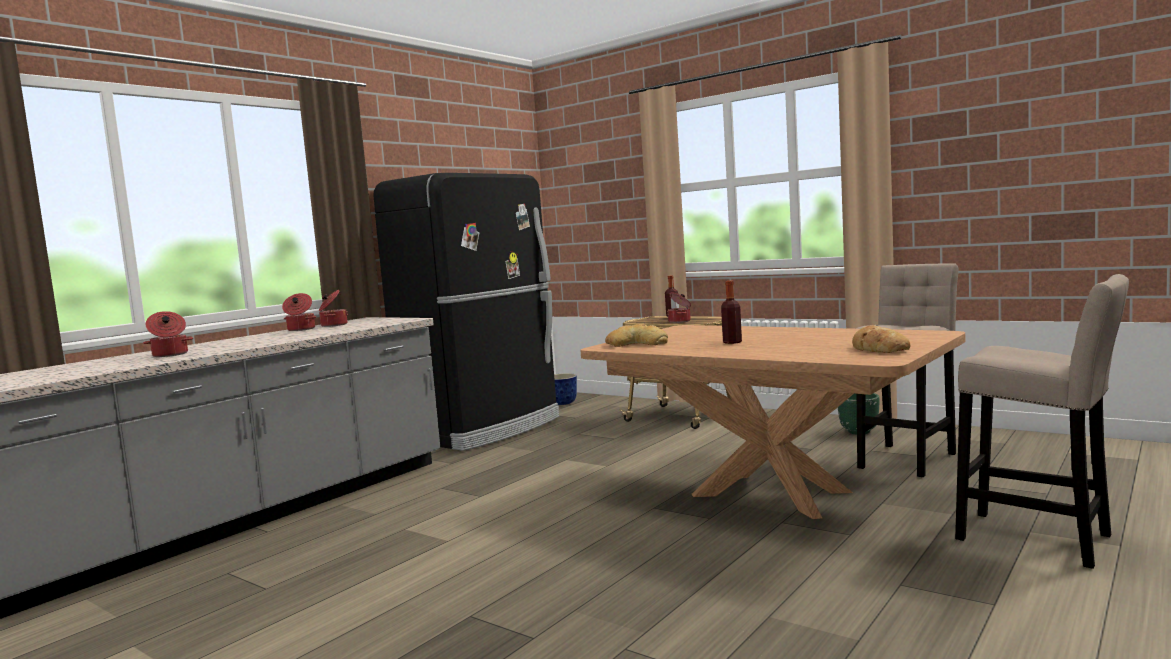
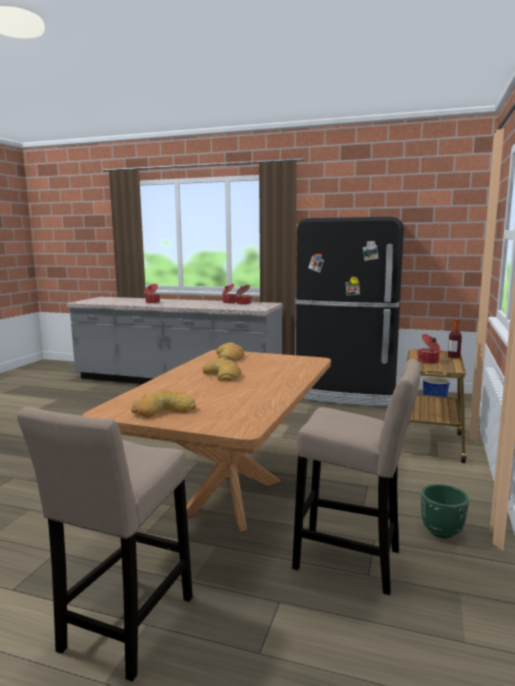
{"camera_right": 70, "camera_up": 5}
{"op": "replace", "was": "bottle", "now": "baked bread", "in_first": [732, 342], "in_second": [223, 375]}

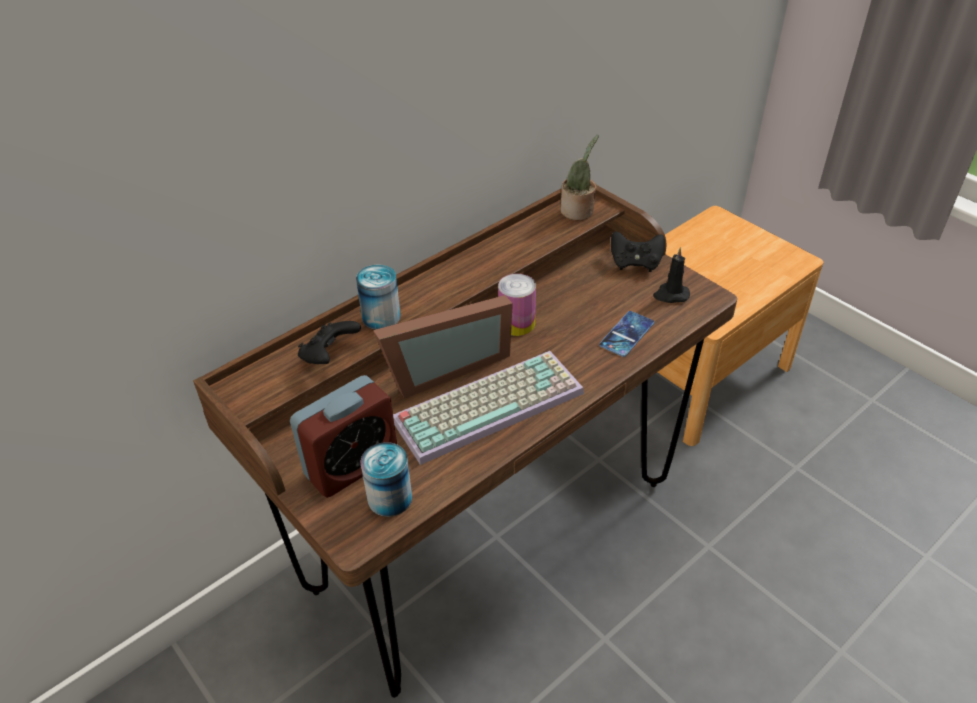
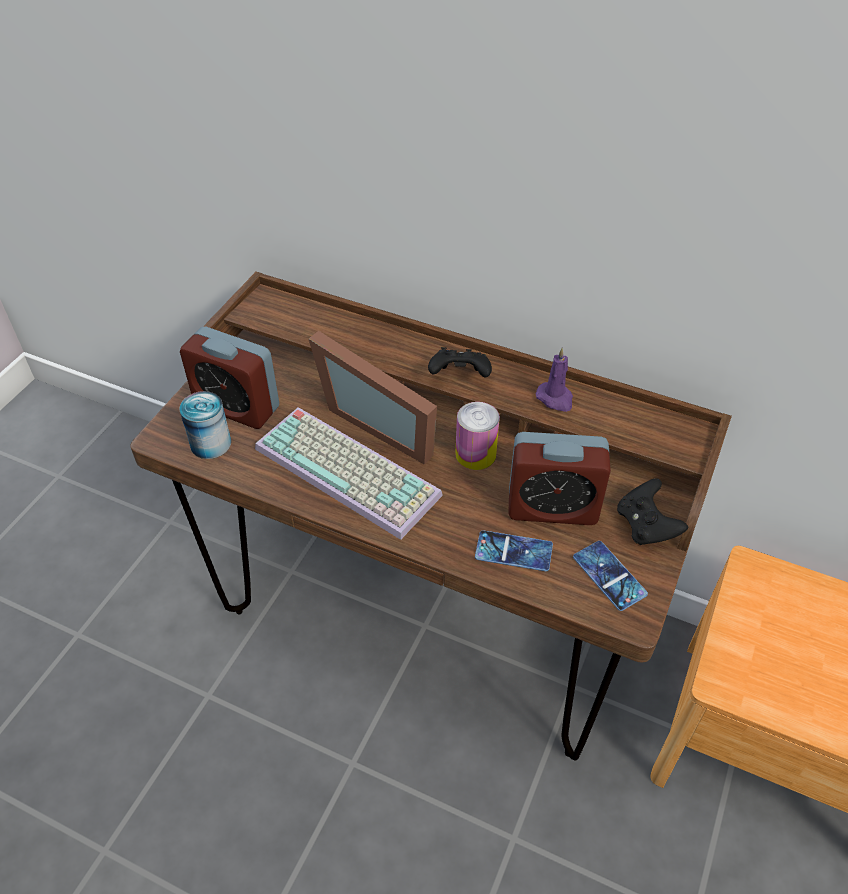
{"camera_right": 65, "camera_up": 5}
{"op": "move", "was": "gamepad (black)", "in_first": [329, 356], "in_second": [459, 377]}
{"op": "delete", "was": "can", "in_first": [381, 317]}
{"op": "delete", "was": "houseplant", "in_first": [578, 212]}
{"op": "replace", "was": "wax candle (black)", "now": "telephone", "in_first": [670, 295], "in_second": [609, 575]}
{"op": "insert", "now": "alarm clock", "in_second": [552, 507]}
{"op": "insert", "now": "wax candle (purplish)", "in_second": [555, 398]}

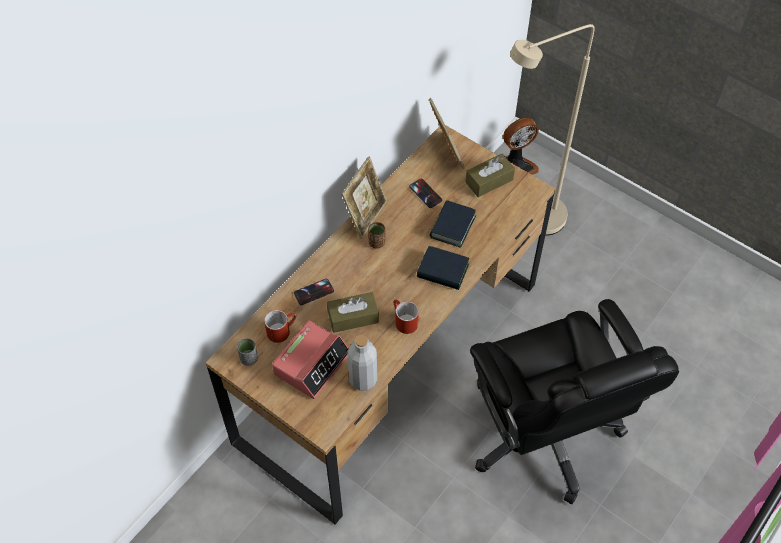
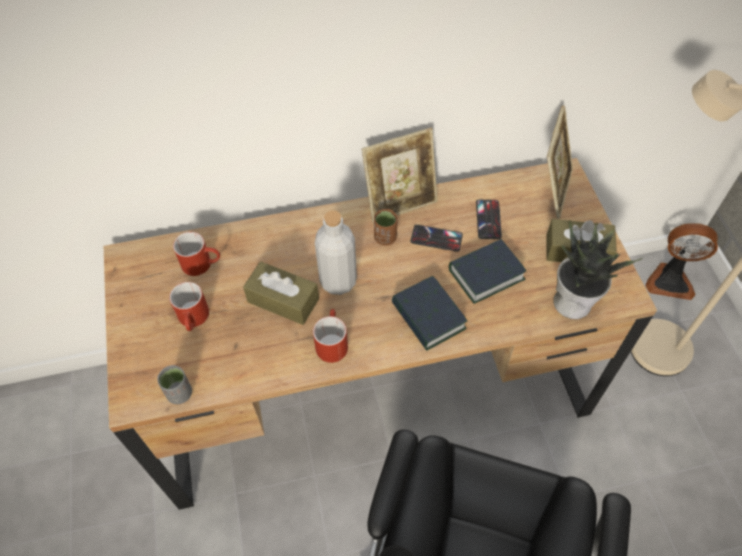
{"camera_right": 40, "camera_up": 0}
{"op": "move", "was": "cup (greyish)", "in_first": [249, 358], "in_second": [180, 393]}
{"op": "replace", "was": "alarm clock", "now": "coffee mug (red)", "in_first": [312, 363], "in_second": [194, 319]}
{"op": "move", "was": "telephone", "in_first": [314, 292], "in_second": [436, 238]}
{"op": "move", "was": "bottle (greyish)", "in_first": [363, 379], "in_second": [338, 281]}
{"op": "insert", "now": "houseplant", "in_second": [573, 301]}

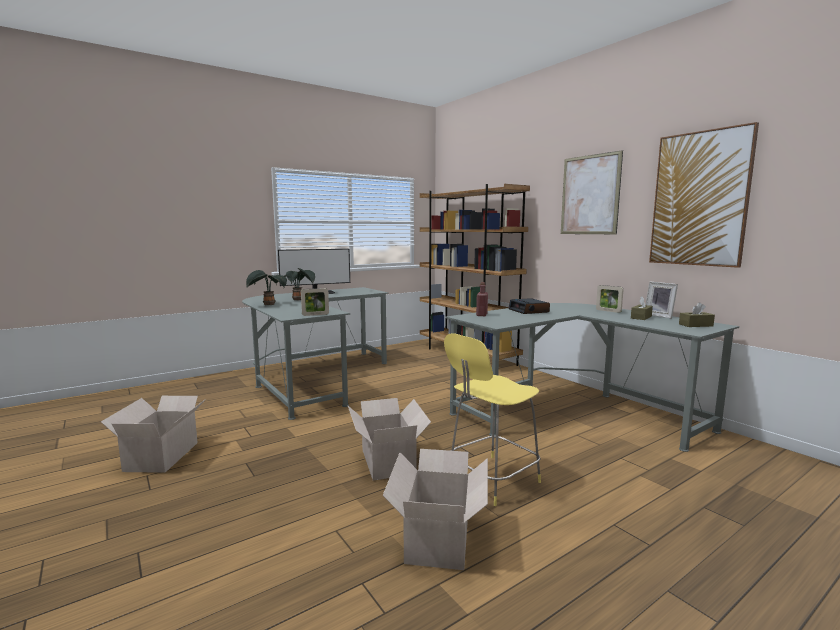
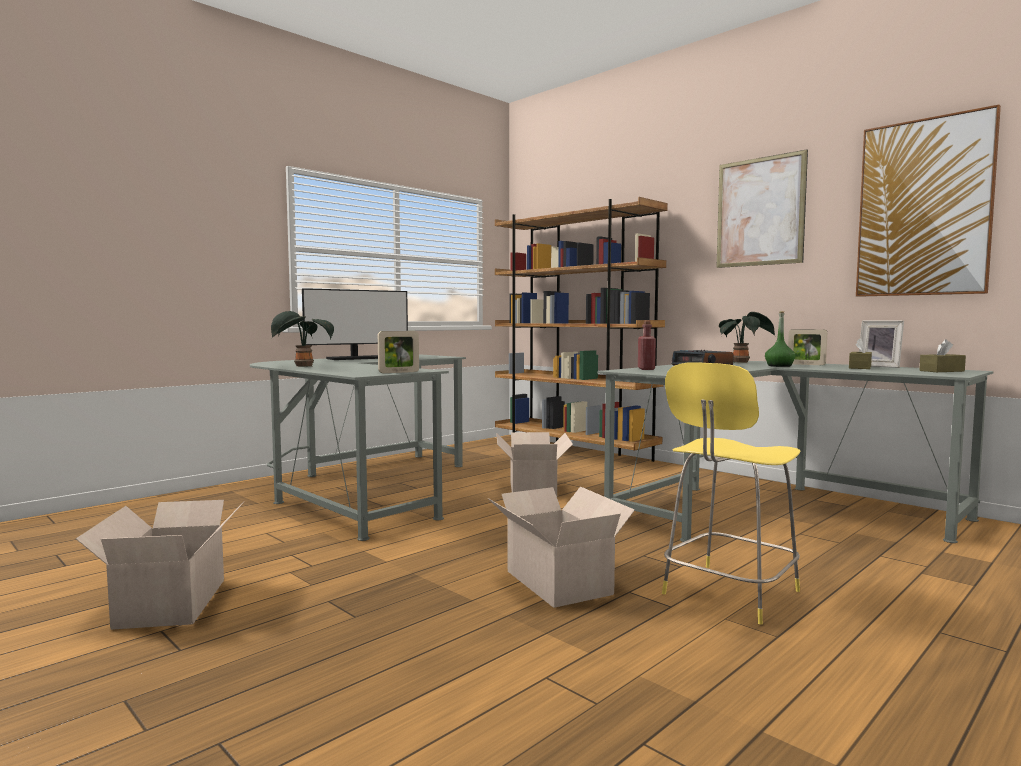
{"camera_right": -10, "camera_up": -5}
{"op": "move", "was": "houseplant", "in_first": [299, 300], "in_second": [742, 363]}
{"op": "move", "was": "carton", "in_first": [439, 536], "in_second": [533, 489]}
{"op": "insert", "now": "bottle (green)", "in_second": [779, 366]}

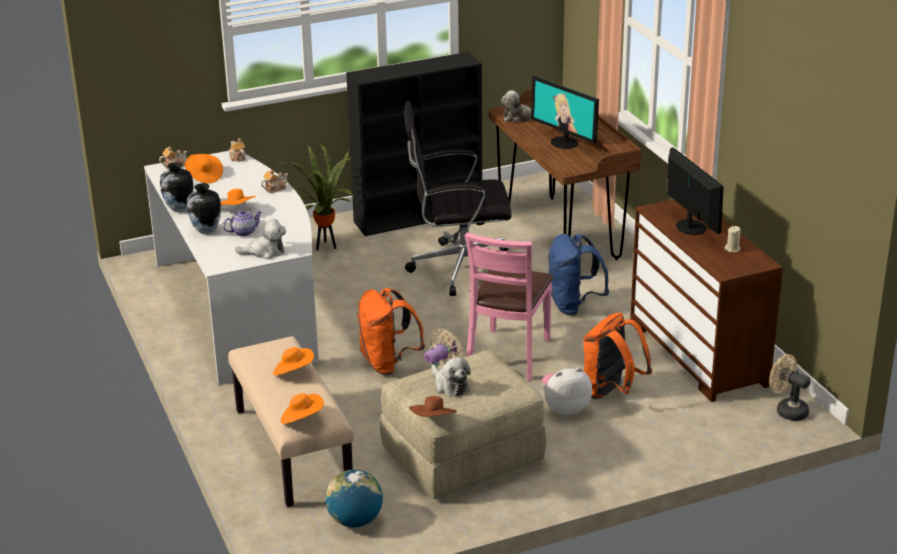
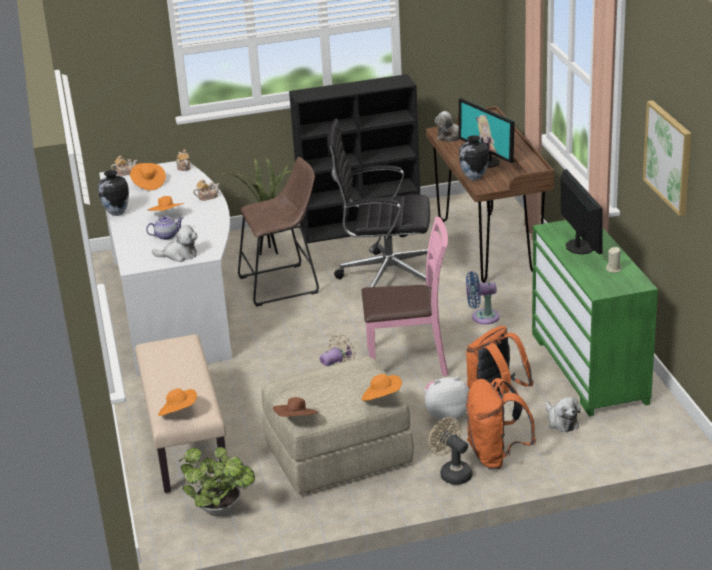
{"camera_right": 10, "camera_up": 0}
{"op": "move", "was": "decorative vase", "in_first": [206, 231], "in_second": [473, 178]}
{"op": "move", "was": "clothing hat (orangey)", "in_first": [293, 372], "in_second": [381, 398]}
{"op": "replace", "was": "globe", "now": "houseplant", "in_first": [355, 521], "in_second": [222, 510]}
{"op": "move", "was": "rucksack (orangey)", "in_first": [388, 364], "in_second": [496, 456]}
{"op": "move", "was": "plush toy", "in_first": [450, 385], "in_second": [561, 421]}
{"op": "rotate", "was": "plain chair (pink)", "in_first": [509, 355], "in_second": [408, 361], "clockwise": -120}
{"op": "replace", "was": "rucksack (bluish)", "now": "fan (bluish)", "in_first": [573, 306], "in_second": [482, 317]}
{"op": "recolor", "was": "drawer chest (brownish)", "now": "drawer chest (green)", "in_first": [698, 353], "in_second": [590, 368]}
{"op": "move", "was": "fan (beige-coloured)", "in_first": [787, 410], "in_second": [452, 473]}
{"op": "insert", "now": "stool seat (brownish)", "in_second": [283, 284]}
{"op": "insert", "now": "picture", "in_second": [669, 157]}

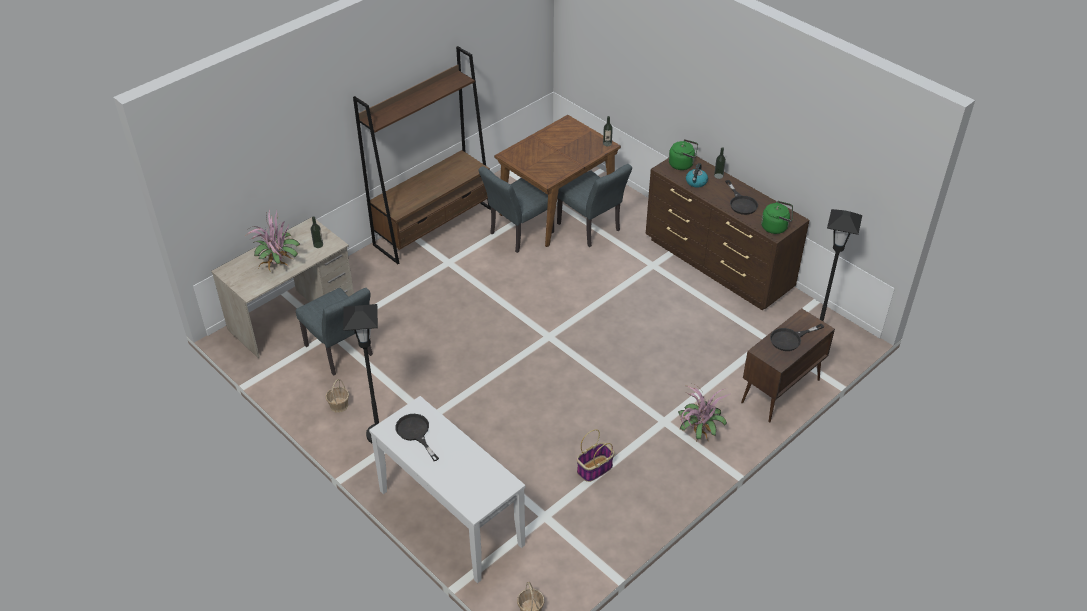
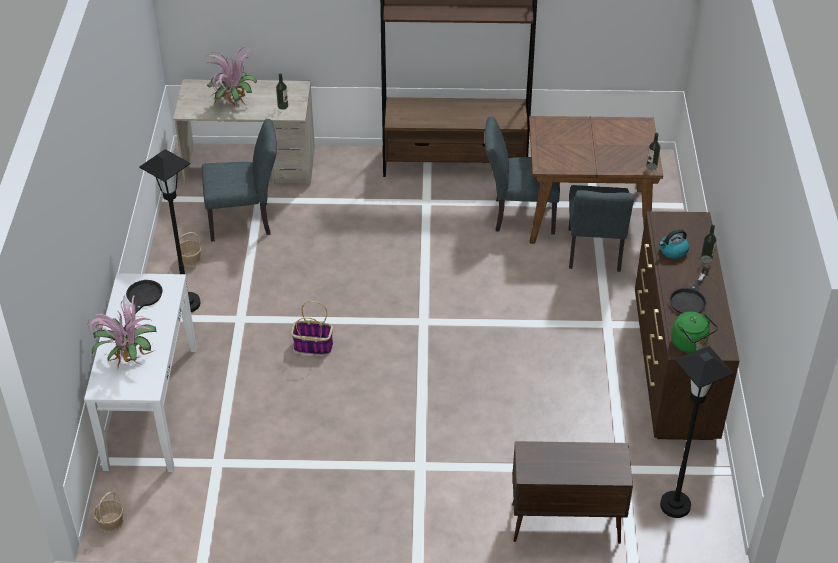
{"camera_right": 45, "camera_up": 0}
{"op": "rotate", "was": "plain chair (greyish)", "in_first": [341, 353], "in_second": [245, 221], "clockwise": -105}
{"op": "move", "was": "basket", "in_first": [594, 469], "in_second": [312, 346]}
{"op": "delete", "was": "water kettle (green)", "in_first": [682, 164]}
{"op": "move", "was": "houseplant", "in_first": [698, 433], "in_second": [127, 359]}
{"op": "delete", "was": "skillet (black)", "in_first": [790, 339]}

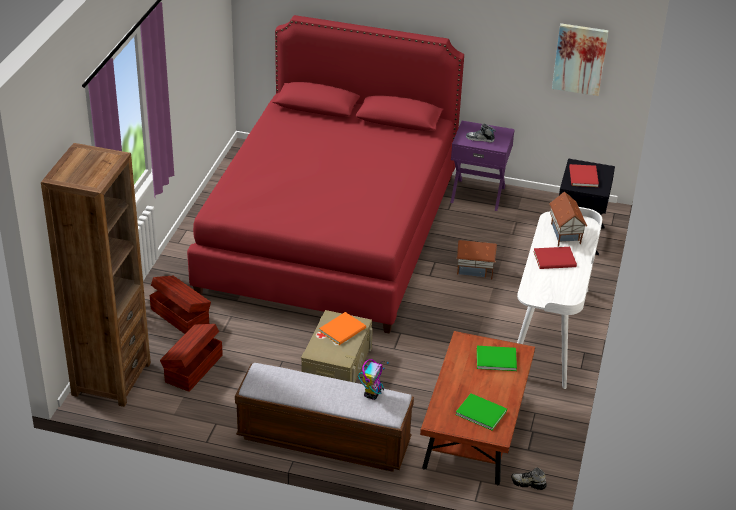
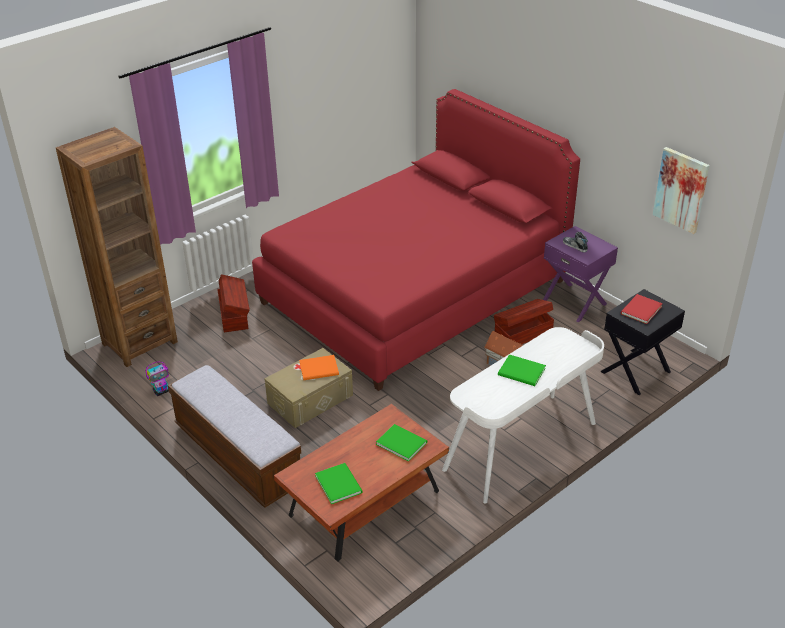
{"camera_right": 35, "camera_up": 0}
{"op": "move", "was": "storage container (brownish)", "in_first": [192, 368], "in_second": [522, 334]}
{"op": "move", "was": "model robot", "in_first": [372, 393], "in_second": [161, 391]}
{"op": "delete", "was": "low shoe", "in_first": [528, 483]}
{"op": "recolor", "was": "volume (red)", "now": "volume (green)", "in_first": [556, 260], "in_second": [522, 372]}
{"op": "delete", "was": "model house", "in_first": [564, 234]}

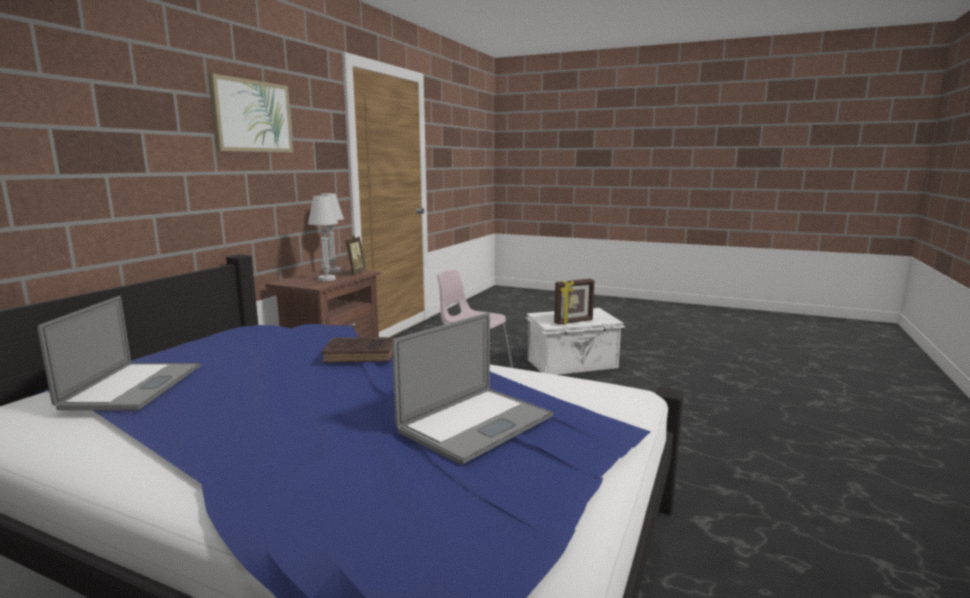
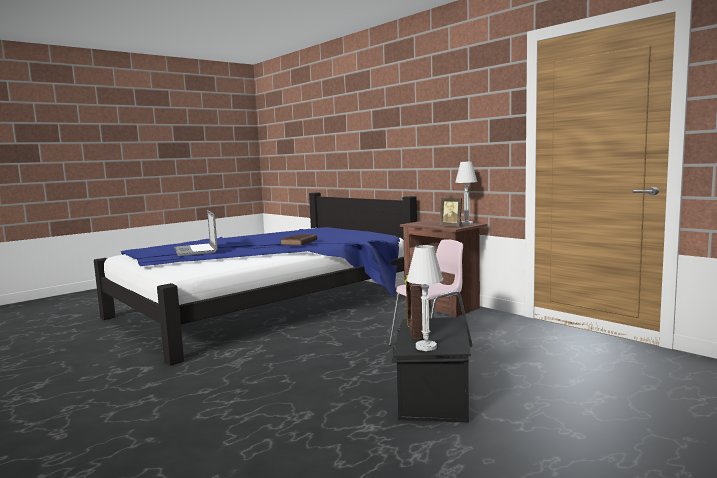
{"camera_right": 115, "camera_up": -5}
{"op": "delete", "was": "notebook computer", "in_first": [133, 386]}
{"op": "delete", "was": "picture", "in_first": [252, 116]}
{"op": "move", "was": "table lamp (white)", "in_first": [326, 279], "in_second": [426, 347]}
{"op": "recolor", "was": "storage container (white)", "now": "storage container (black)", "in_first": [573, 364], "in_second": [432, 396]}

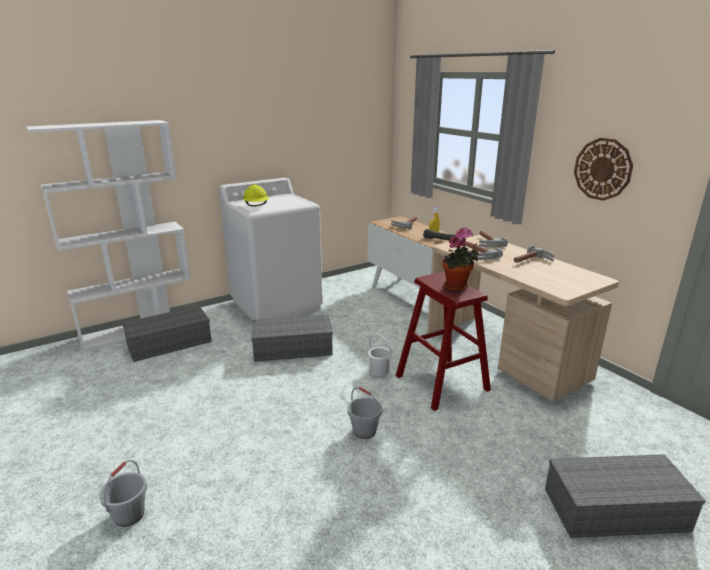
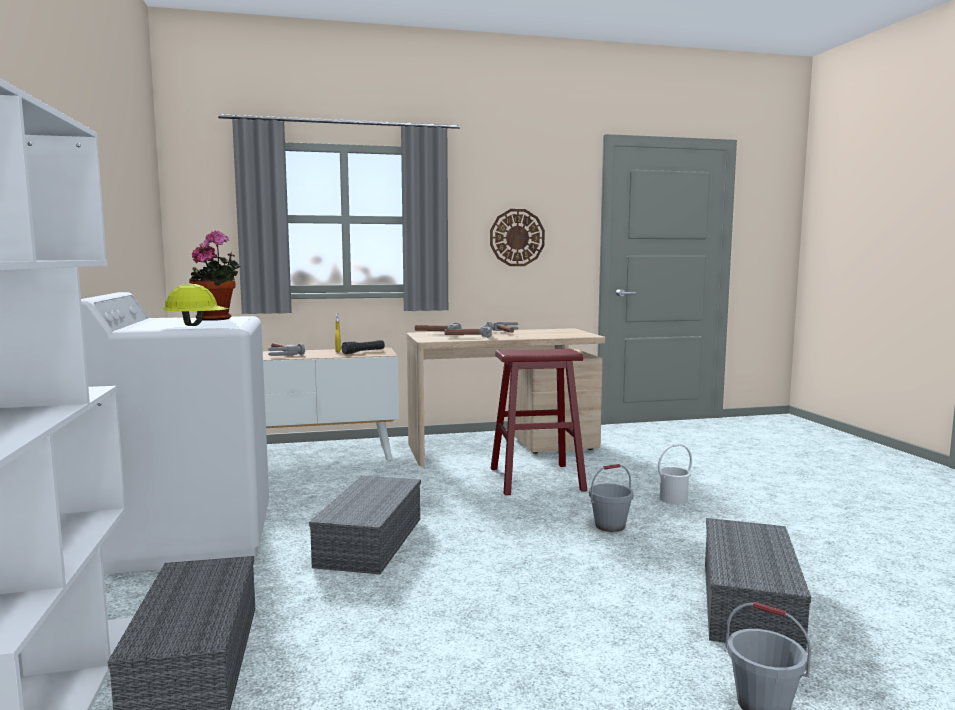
{"camera_right": -70, "camera_up": -15}
{"op": "move", "was": "water bucket (white)", "in_first": [379, 371], "in_second": [674, 499]}
{"op": "move", "was": "houseplant", "in_first": [457, 287], "in_second": [217, 319]}
{"op": "move", "was": "storage container (greyish)", "in_first": [614, 510], "in_second": [751, 605]}

